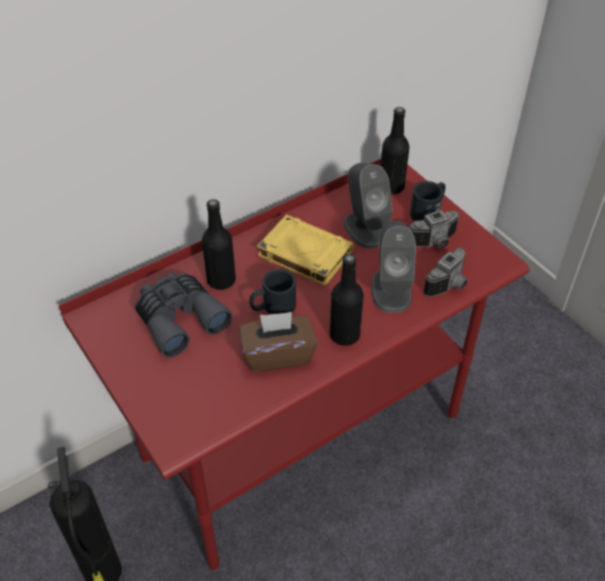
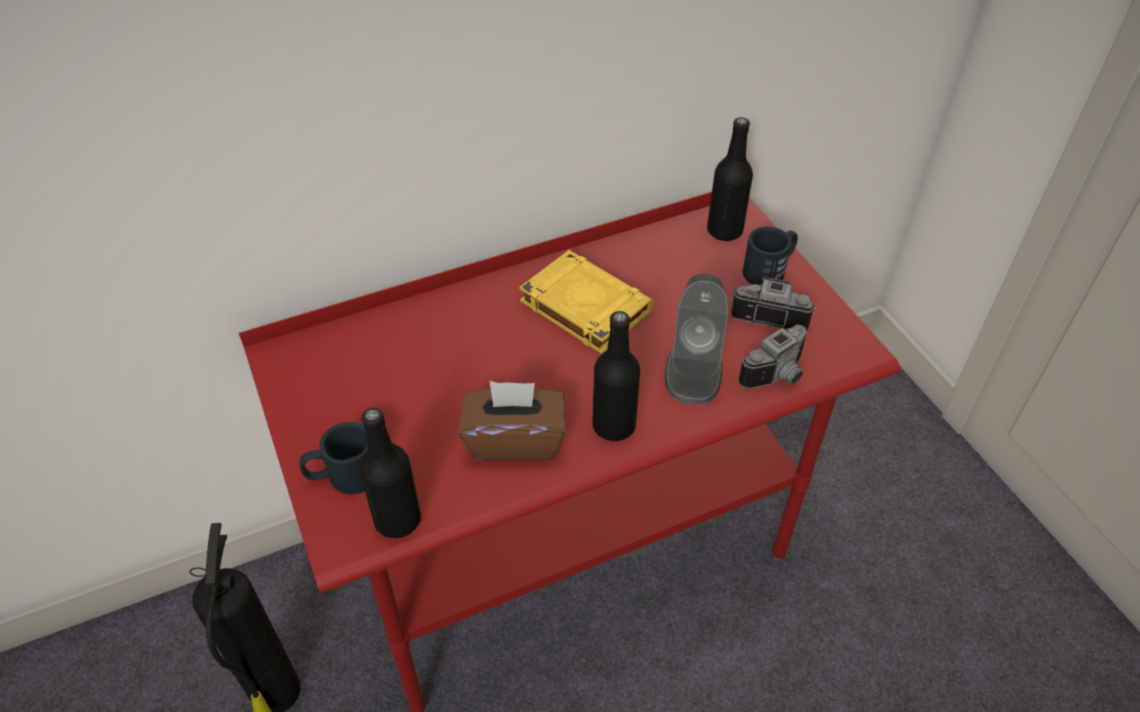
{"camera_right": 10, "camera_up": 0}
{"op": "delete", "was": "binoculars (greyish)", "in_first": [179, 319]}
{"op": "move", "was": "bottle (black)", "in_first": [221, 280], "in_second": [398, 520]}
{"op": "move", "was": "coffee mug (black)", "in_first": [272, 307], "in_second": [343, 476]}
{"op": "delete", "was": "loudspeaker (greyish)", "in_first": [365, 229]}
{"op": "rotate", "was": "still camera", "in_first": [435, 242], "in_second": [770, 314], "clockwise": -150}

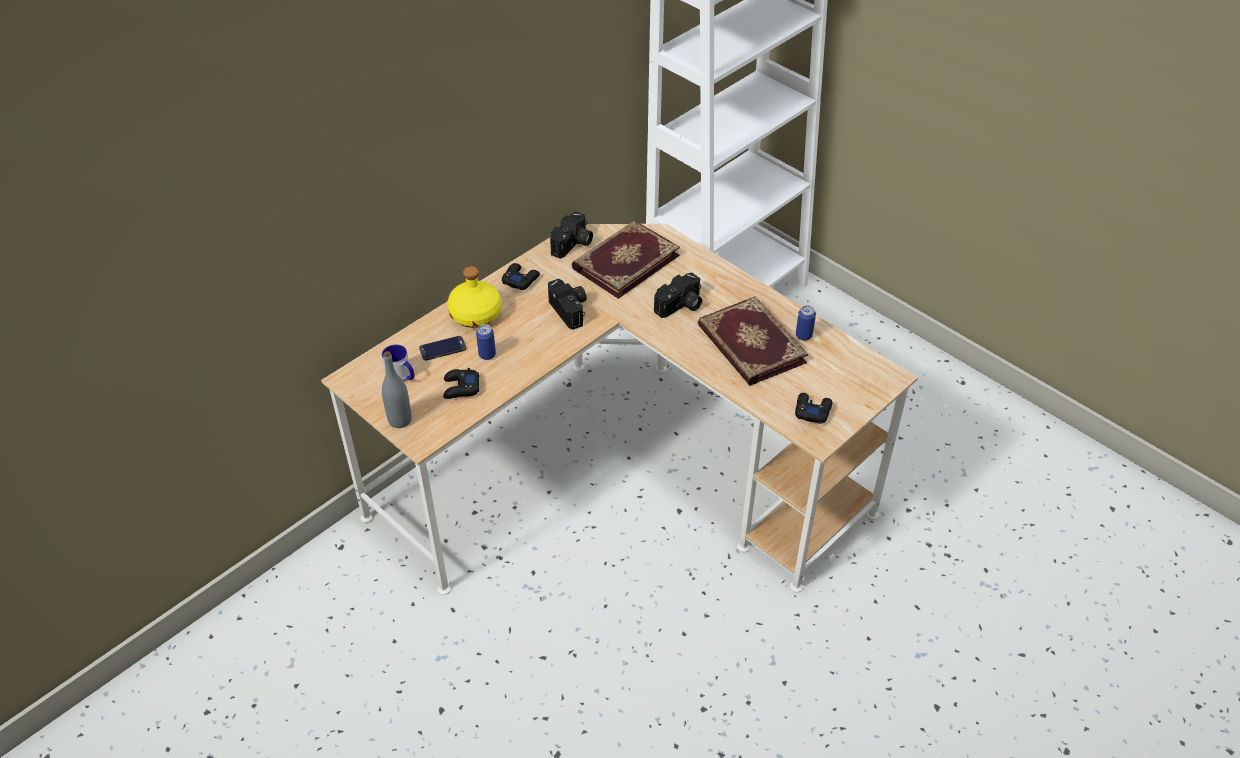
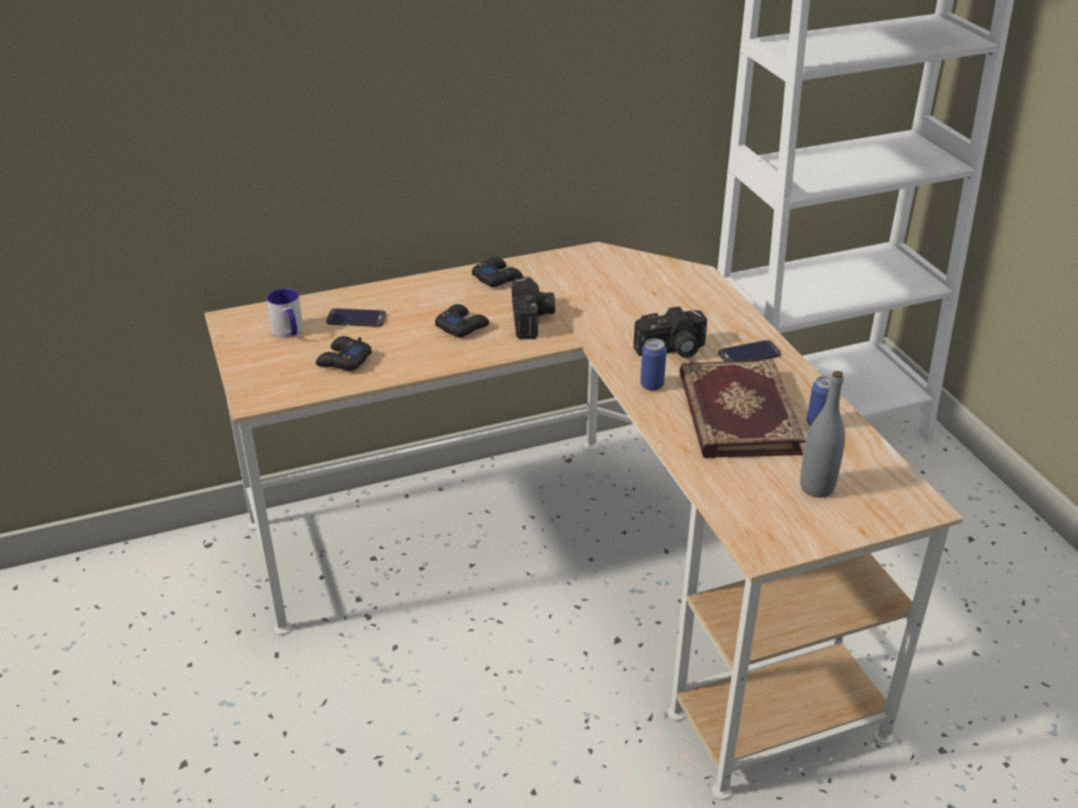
{"camera_right": 25, "camera_up": -10}
{"op": "move", "was": "bottle (greyish)", "in_first": [400, 420], "in_second": [816, 487]}
{"op": "delete", "was": "bottle (yellow-coloured)", "in_first": [475, 315]}
{"op": "move", "was": "can", "in_first": [487, 355], "in_second": [652, 385]}
{"op": "delete", "was": "still camera", "in_first": [573, 245]}
{"op": "delete", "was": "volume", "in_first": [624, 261]}
{"op": "move", "was": "gamepad (black)", "in_first": [812, 410], "in_second": [462, 326]}
{"op": "insert", "now": "telephone", "in_second": [749, 354]}

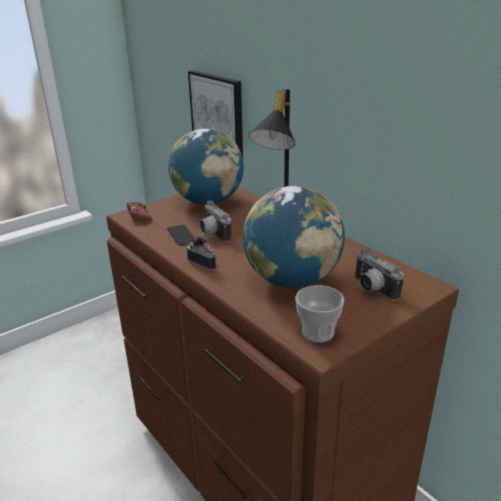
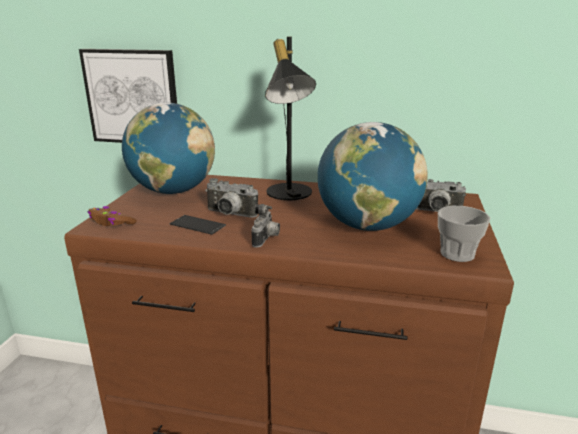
{"camera_right": -40, "camera_up": -5}
{"op": "rotate", "was": "still camera", "in_first": [204, 263], "in_second": [266, 239], "clockwise": 105}

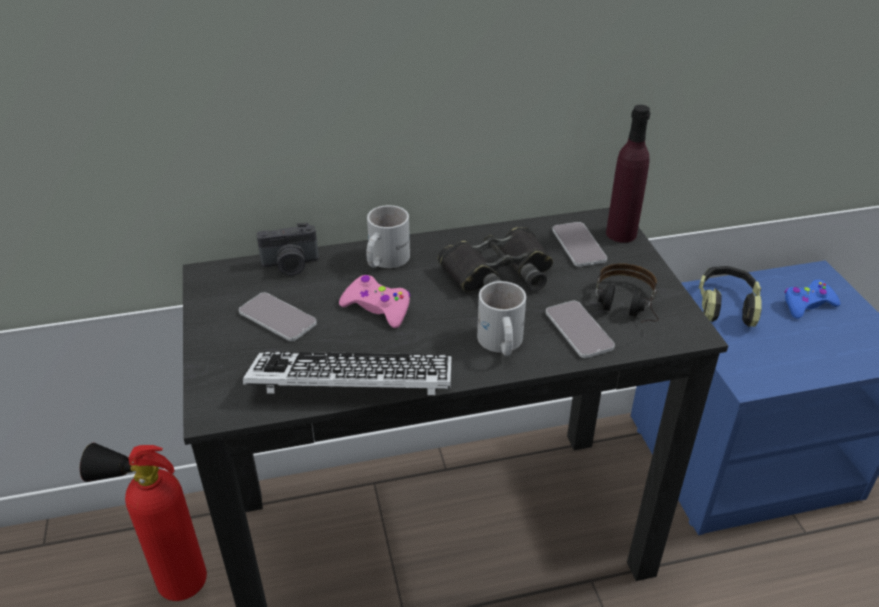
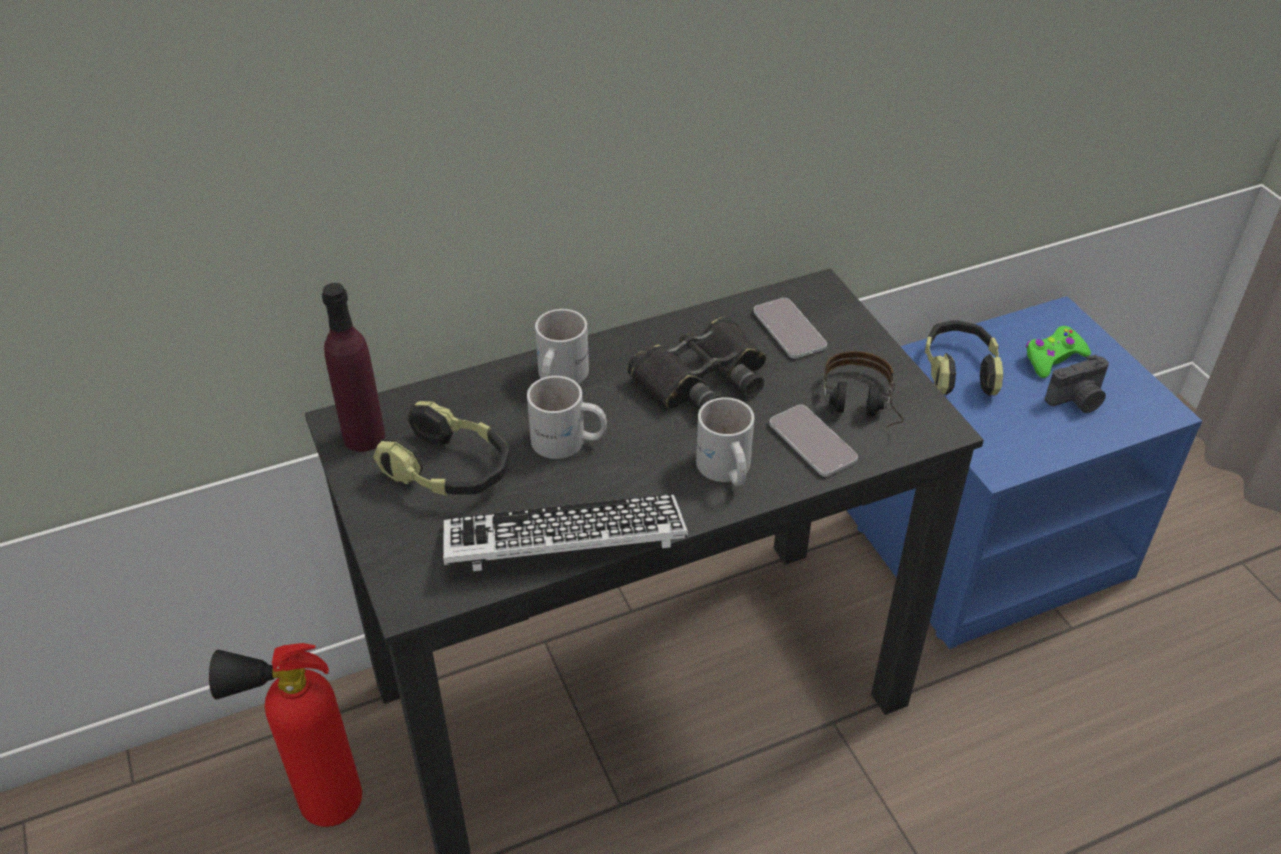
{"camera_right": -10, "camera_up": 5}
{"op": "replace", "was": "telephone", "now": "headphones", "in_first": [277, 318], "in_second": [449, 471]}
{"op": "move", "was": "still camera", "in_first": [290, 265], "in_second": [1077, 401]}
{"op": "replace", "was": "gamepad (pink)", "now": "coffee mug (white)", "in_first": [377, 308], "in_second": [568, 442]}
{"op": "move", "was": "bottle (purplish)", "in_first": [621, 233], "in_second": [364, 437]}
{"op": "recolor", "was": "gamepad (bluish)", "now": "gamepad (green)", "in_first": [807, 305], "in_second": [1053, 358]}

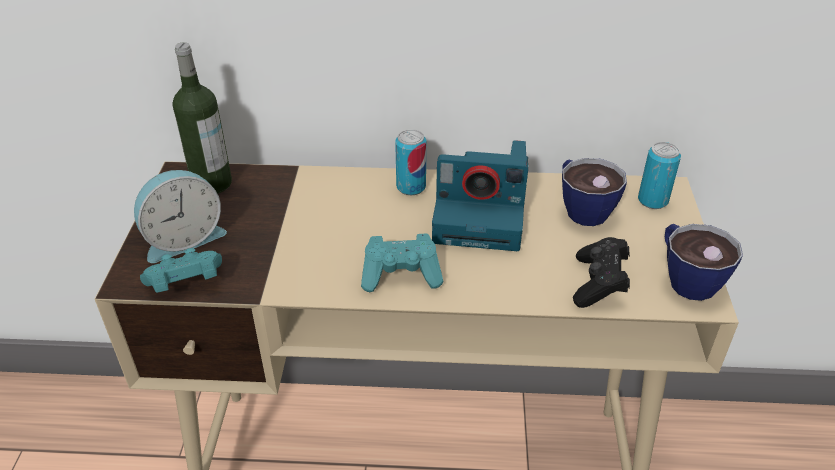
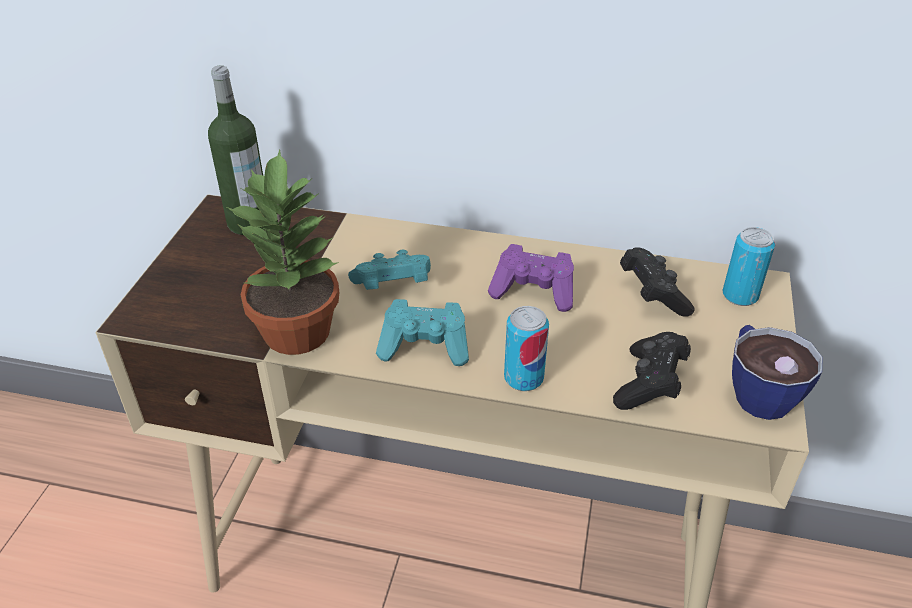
{"camera_right": 10, "camera_up": 0}
{"op": "delete", "was": "alarm clock", "in_first": [183, 238]}
{"op": "move", "was": "gamepad (blue-green)", "in_first": [186, 284], "in_second": [393, 286]}
{"op": "move", "was": "can", "in_first": [411, 187], "in_second": [523, 378]}
{"op": "replace", "was": "still camera", "now": "gamepad (purplish)", "in_first": [482, 216], "in_second": [534, 291]}
{"op": "replace", "was": "cup", "now": "gamepad (black)", "in_first": [581, 208], "in_second": [652, 295]}
{"op": "insert", "now": "houseplant", "in_second": [299, 331]}

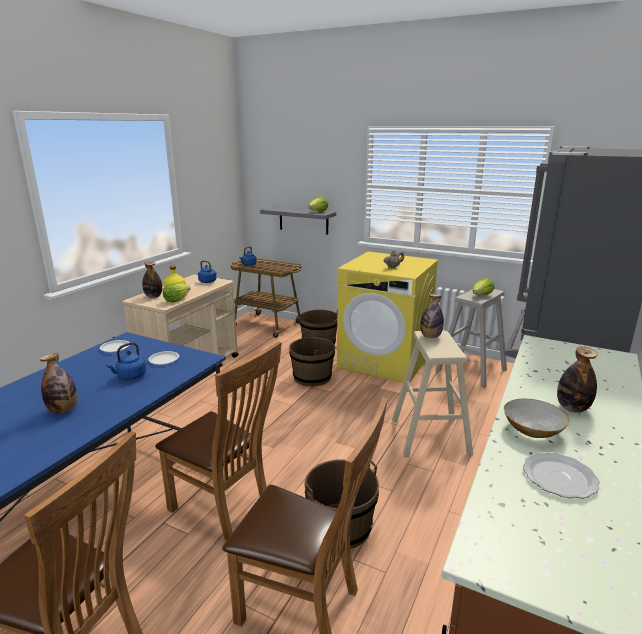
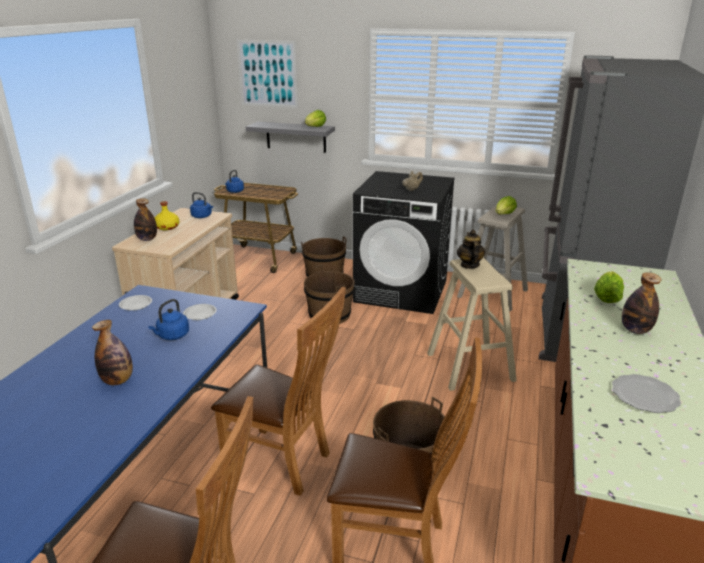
{"camera_right": -10, "camera_up": 5}
{"op": "move", "was": "lettuce head", "in_first": [176, 300], "in_second": [606, 298]}
{"op": "recolor", "was": "washing machine (yellow-coloured)", "now": "washing machine (black)", "in_first": [384, 361], "in_second": [401, 291]}
{"op": "replace", "was": "bottle", "now": "tea pot", "in_first": [430, 336], "in_second": [469, 265]}
{"op": "delete", "was": "serving bowl", "in_first": [532, 430]}
{"op": "insert", "now": "picture", "in_second": [267, 74]}

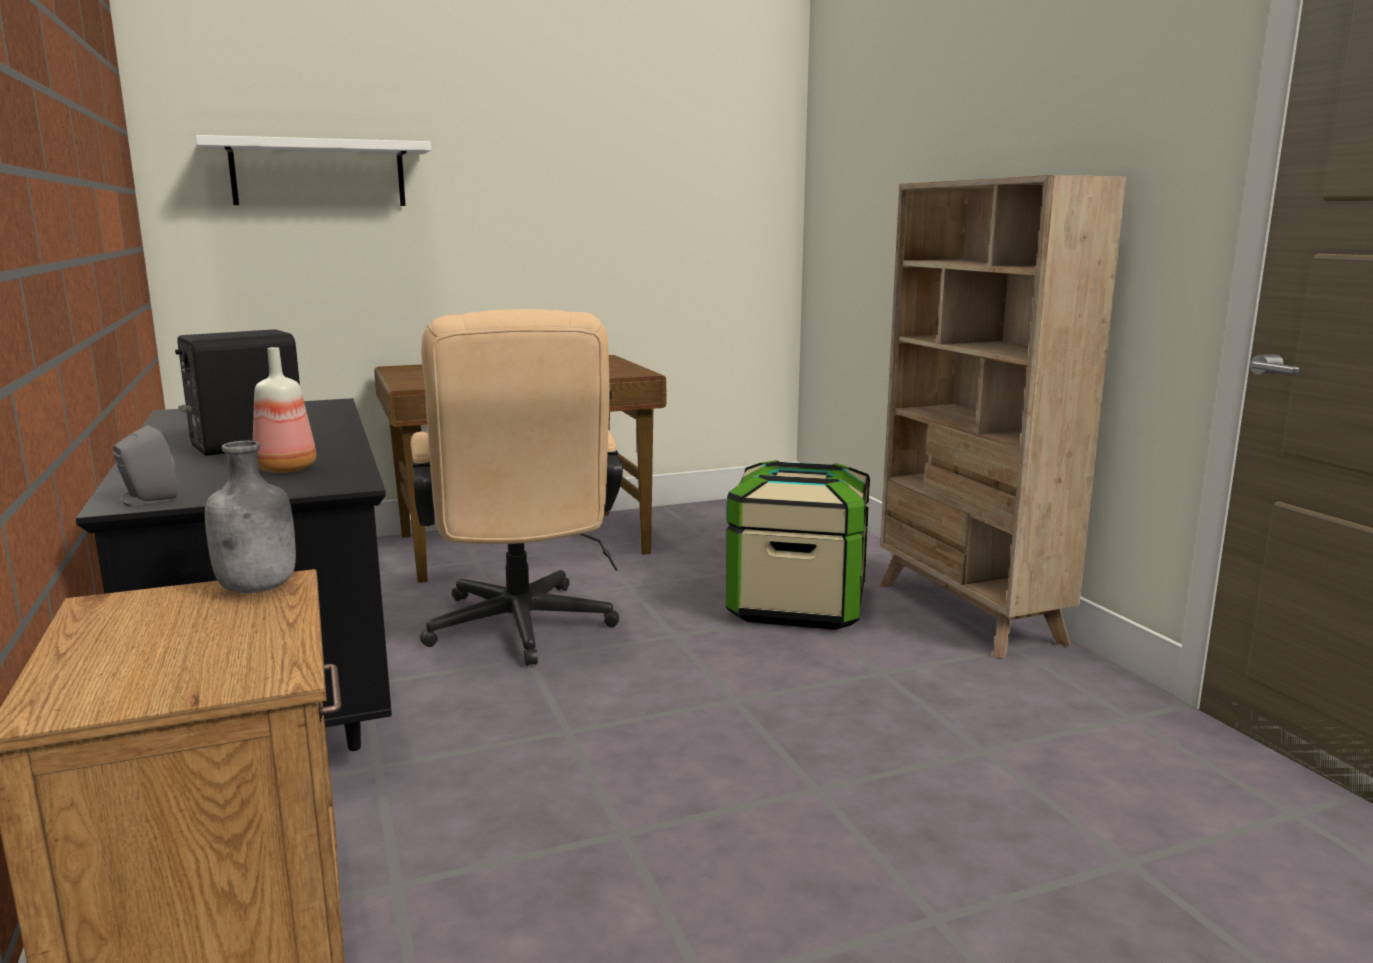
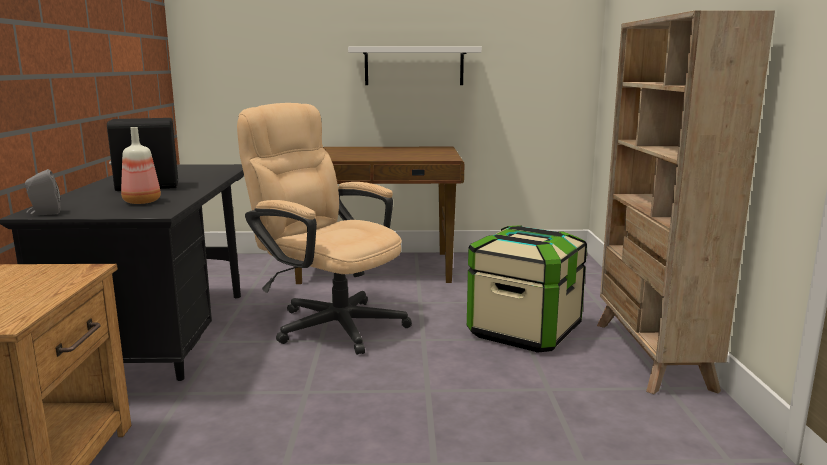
{"camera_right": 20, "camera_up": 0}
{"op": "move", "was": "wall shelf (white)", "in_first": [319, 174], "in_second": [414, 66]}
{"op": "delete", "was": "bottle (greyish)", "in_first": [259, 588]}
{"op": "rotate", "was": "computer chair (beige-coloured)", "in_first": [521, 632], "in_second": [329, 323], "clockwise": 120}

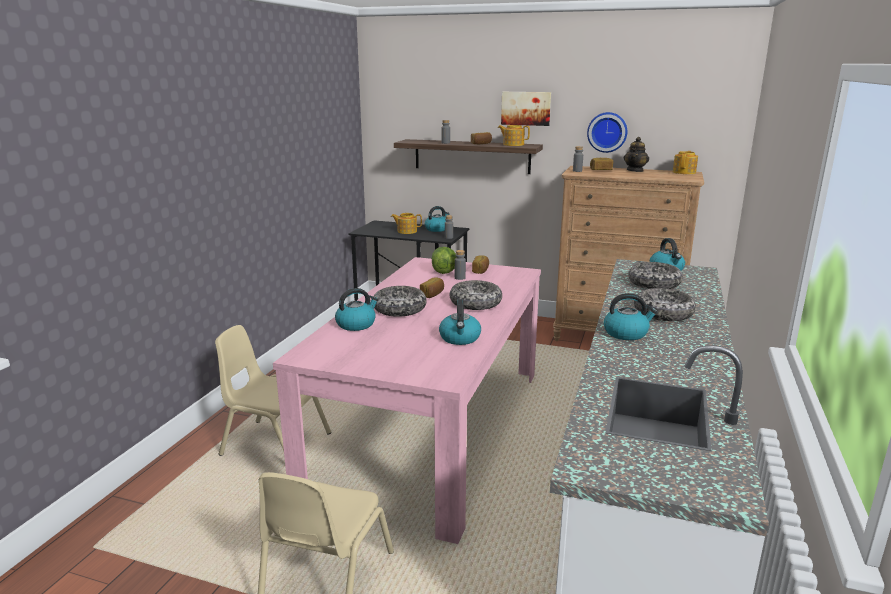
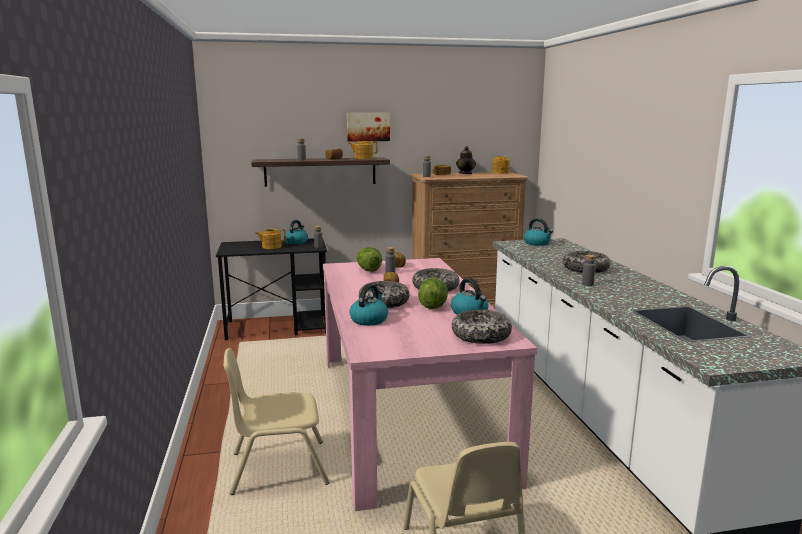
{"camera_right": -30, "camera_up": -5}
{"op": "delete", "was": "wall clock", "in_first": [607, 132]}
{"op": "replace", "was": "water kettle", "now": "bottle (greyish)", "in_first": [626, 333], "in_second": [587, 284]}
{"op": "move", "was": "serving bowl", "in_first": [654, 284], "in_second": [481, 335]}
{"op": "insert", "now": "lettuce head", "in_second": [433, 306]}

